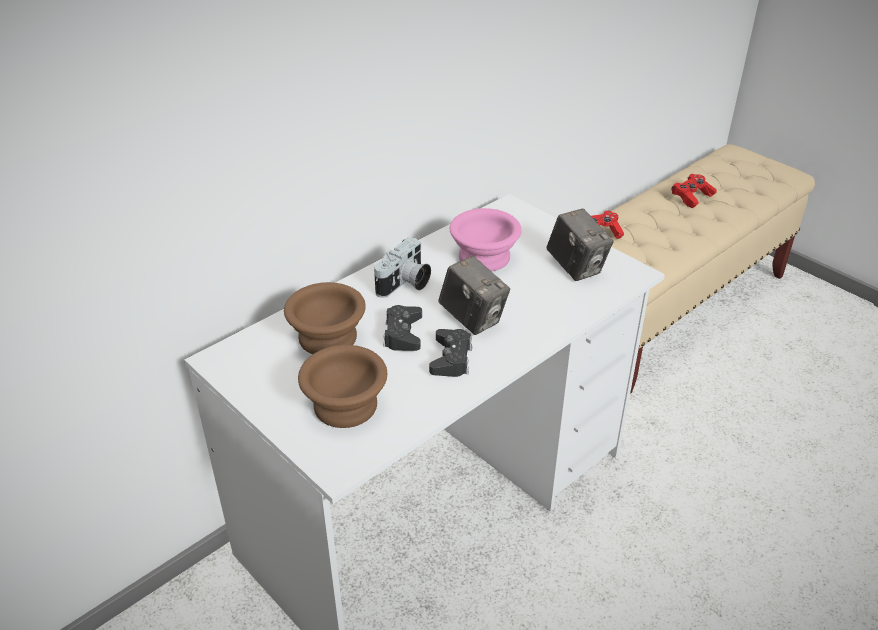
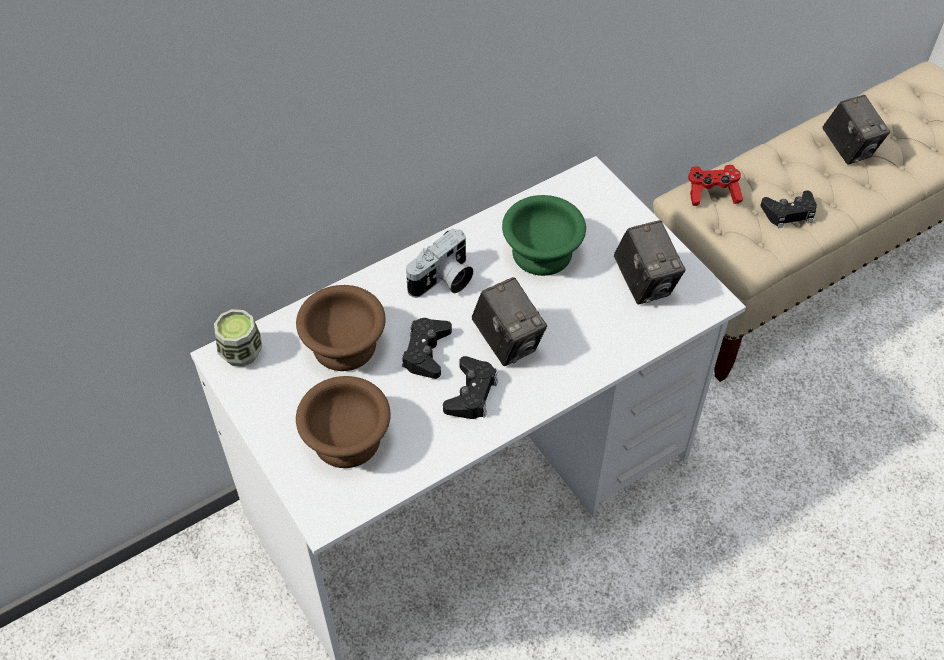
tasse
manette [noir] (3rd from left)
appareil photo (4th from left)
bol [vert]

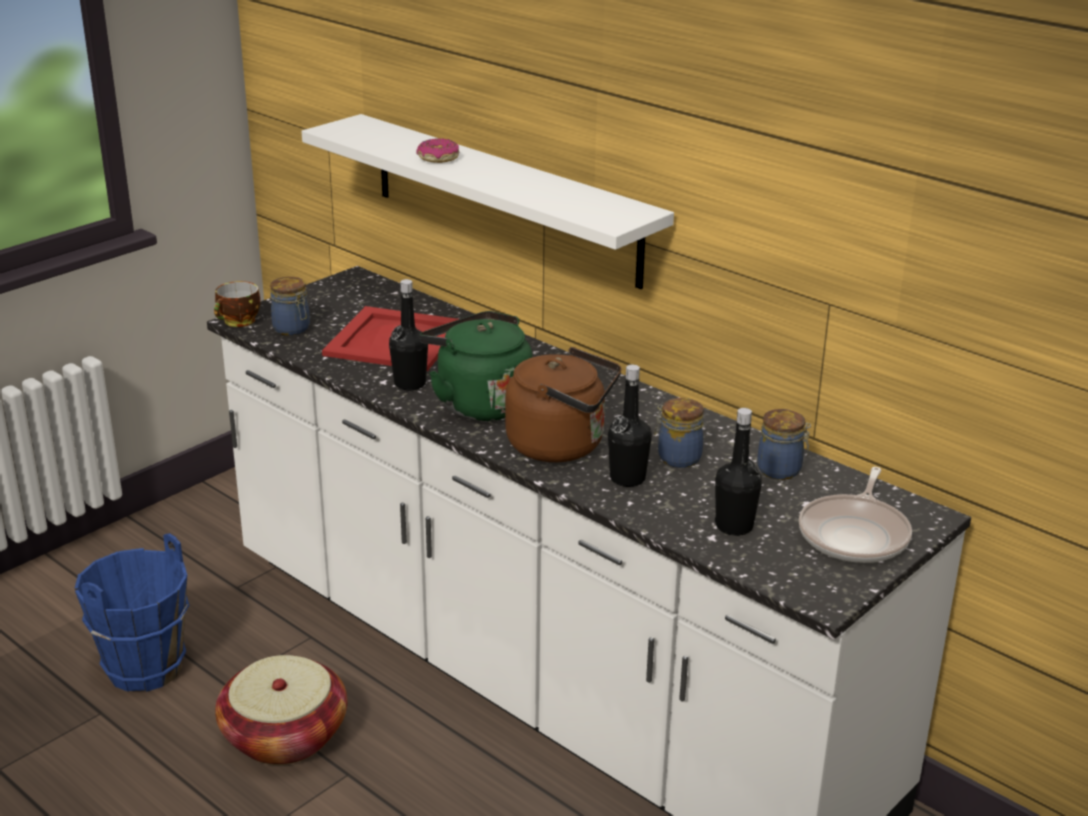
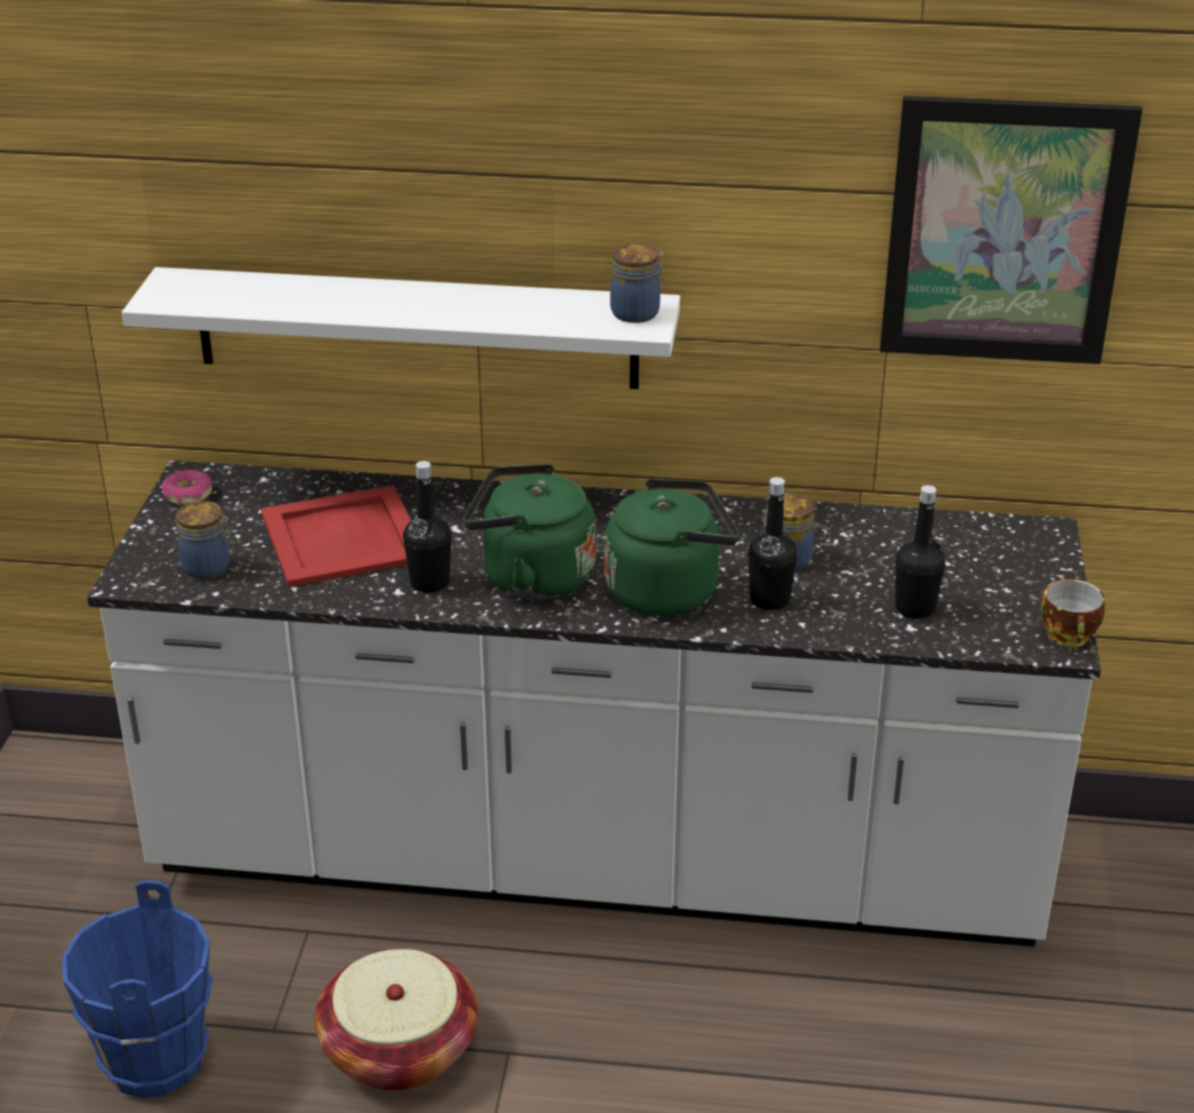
poêle
tableau
tasse
beignet
bocal (2nd from left)
bouilloire [vert] (2nd from left)

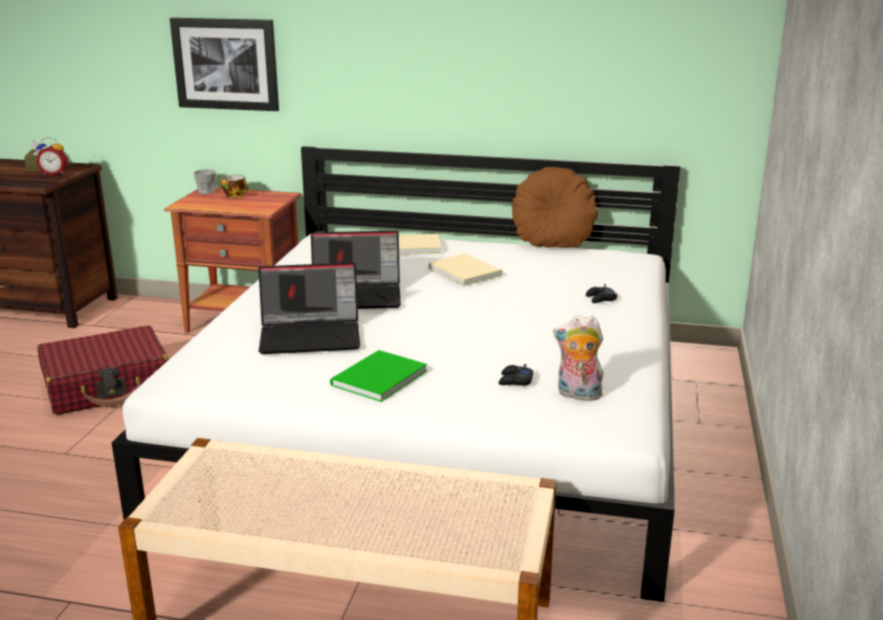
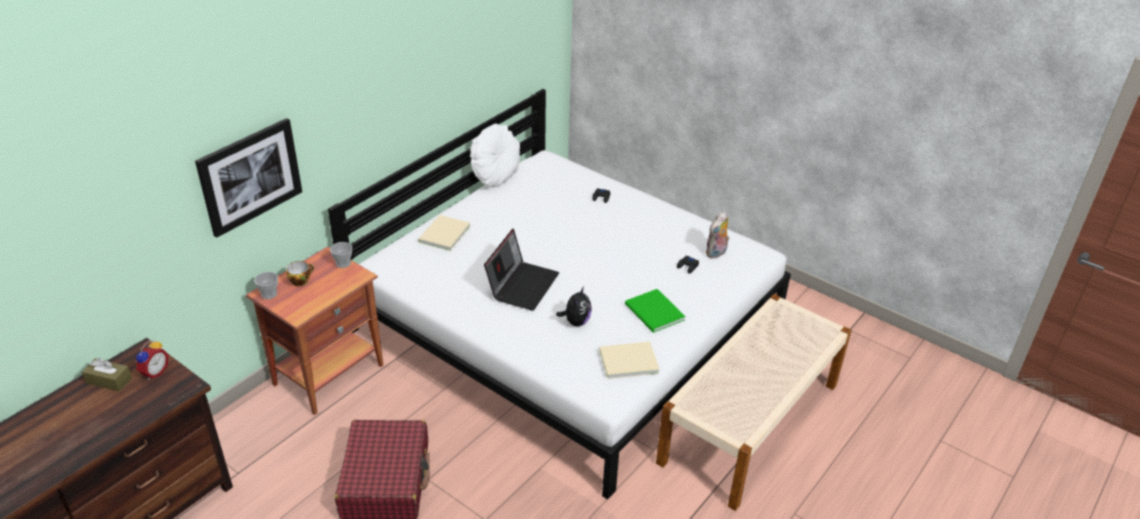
tasse (3rd from left)
livre [beige] (2nd from left)
peluche (1st from left)
coussin [blanc]

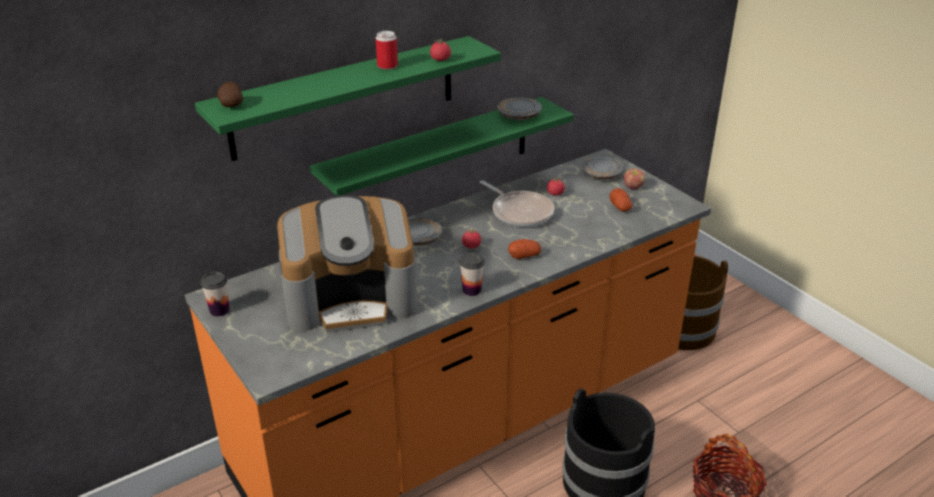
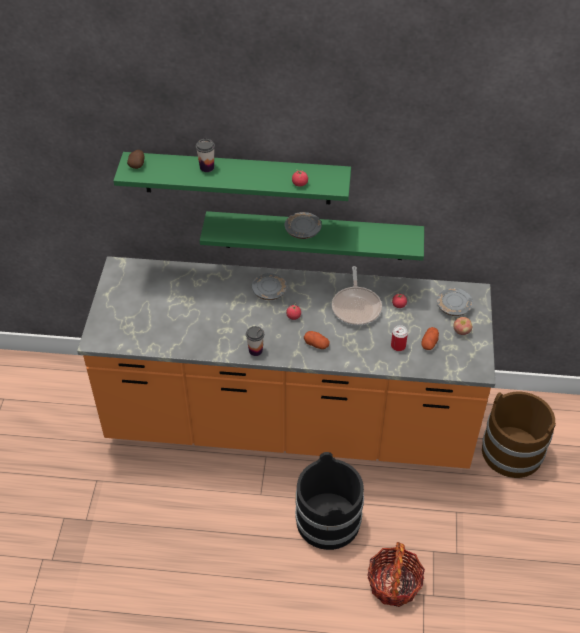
machine à café
tasse (1st from left)
boîte métallique
assiette [gris] (2nd from left)

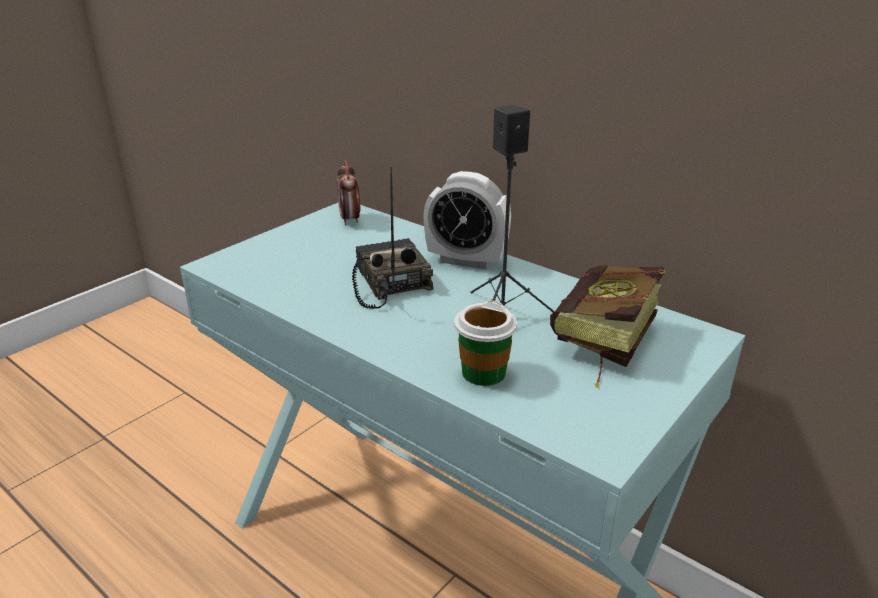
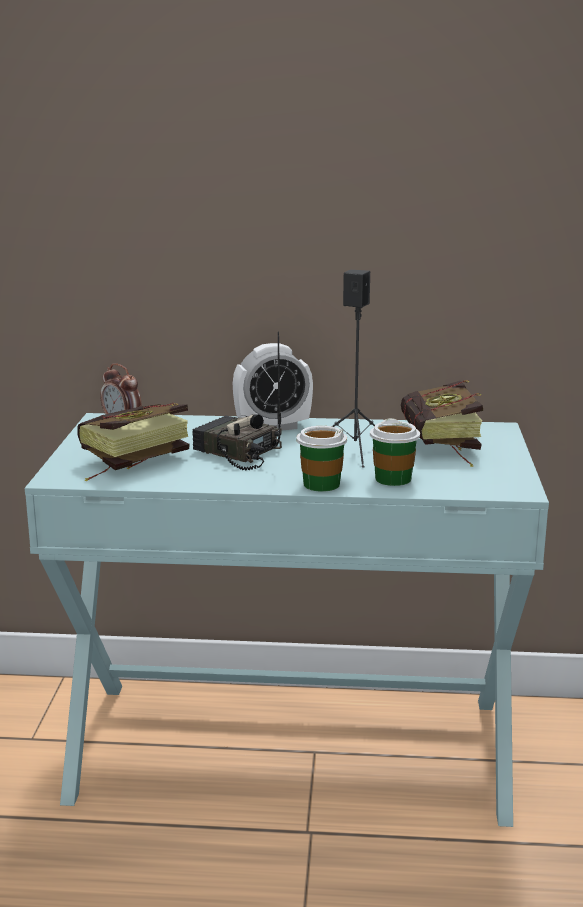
livre (1st from left)
tasse (1st from left)

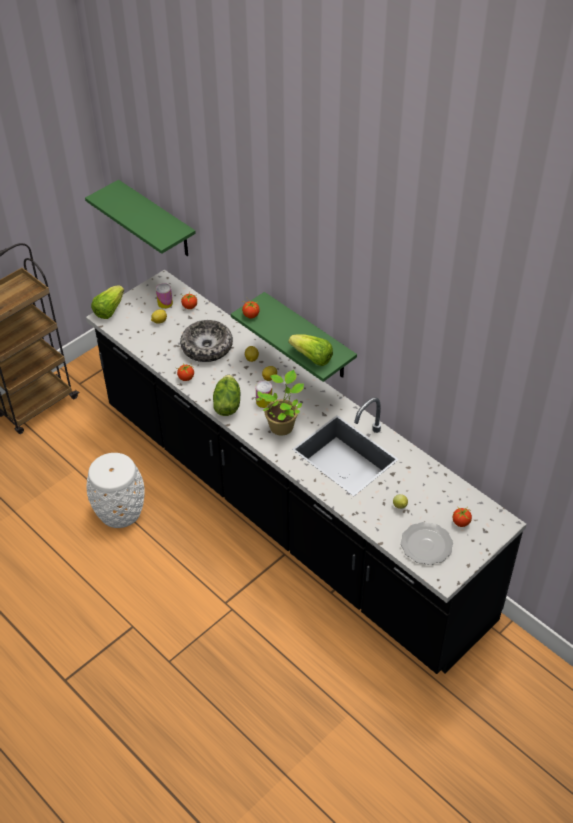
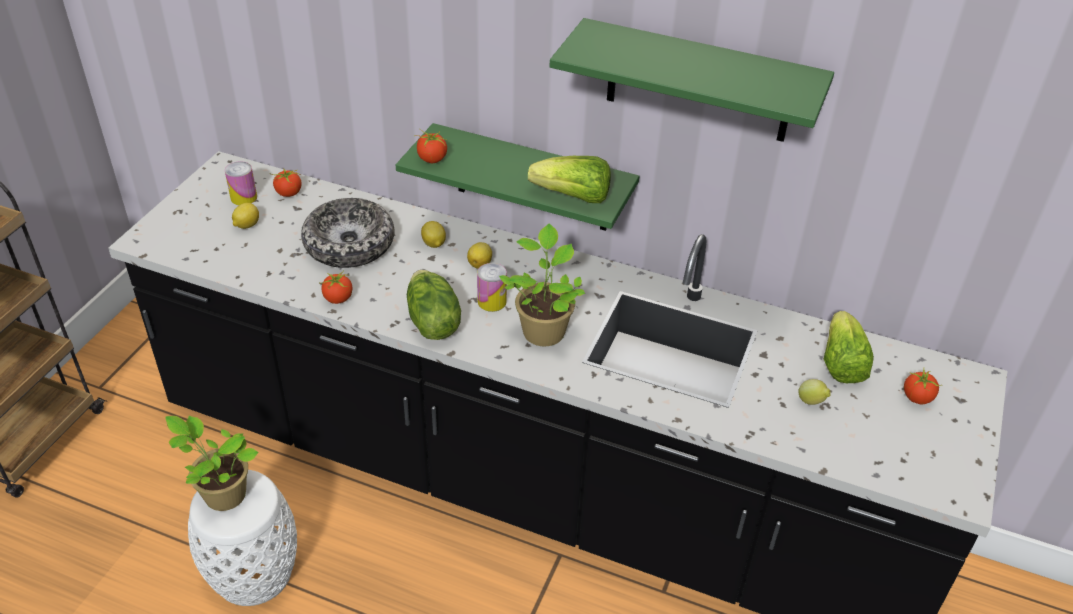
assiette
plante en pot (1st from left)
étagère [vert] (2nd from left)
laitue (3rd from left)

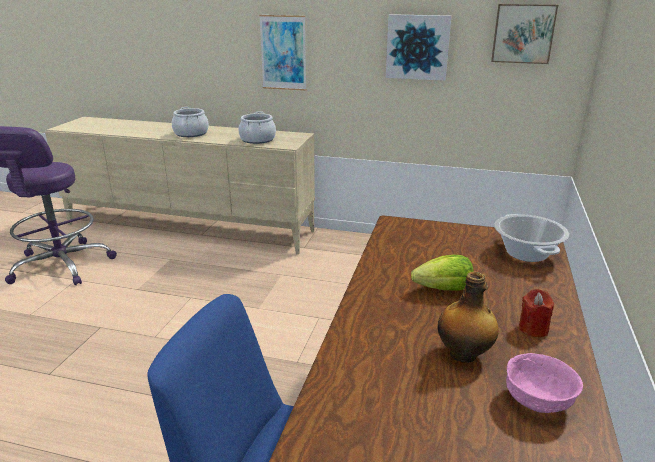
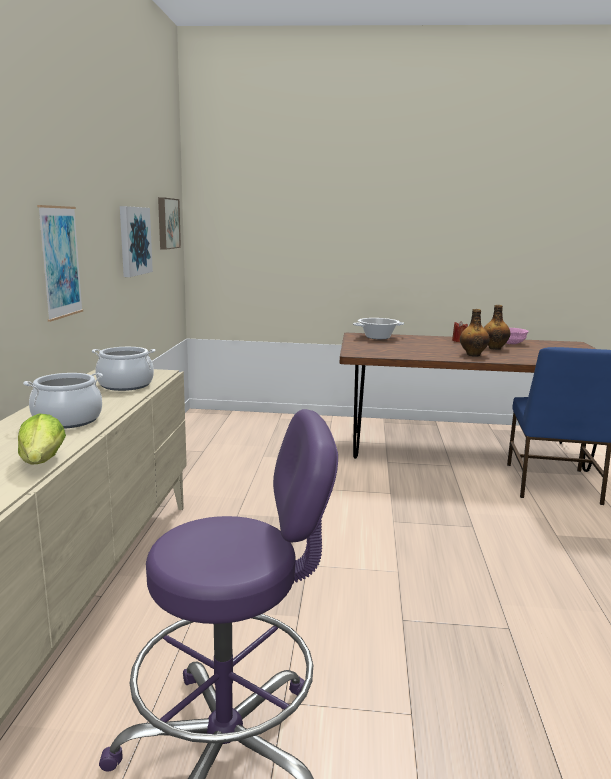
bouteille (1st from left)
laitue

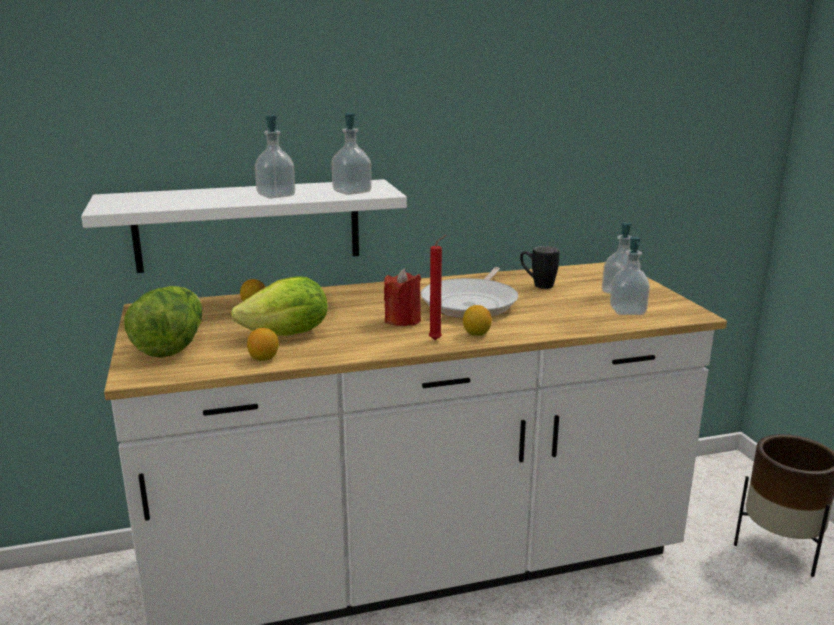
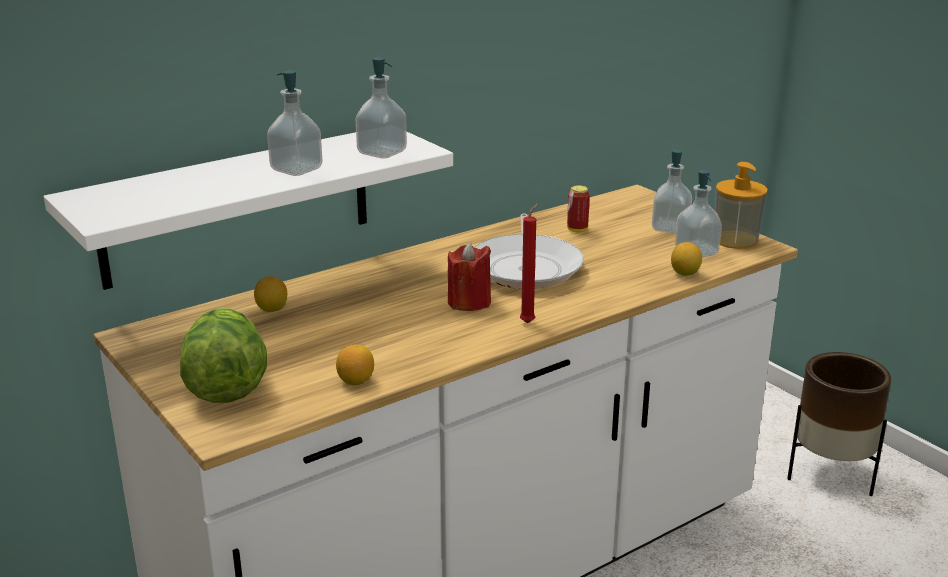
laitue (2nd from left in the first image)
distributeur de savon (5th from left)
citron (3rd from left)
boîte métallique

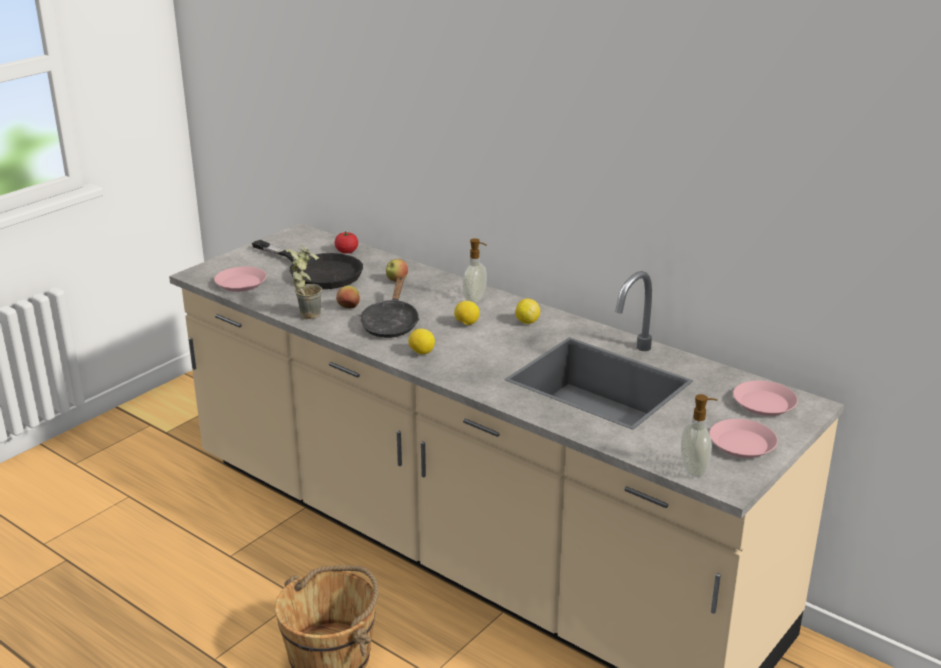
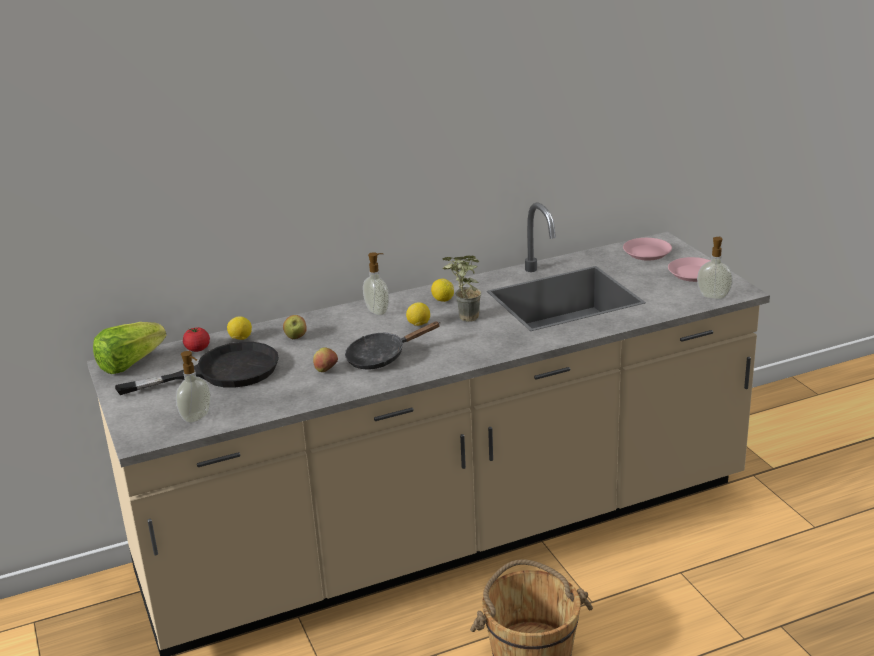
laitue
plante en pot
citron (1st from left)
distributeur de savon (1st from left)
poêle [noir] (2nd from left)

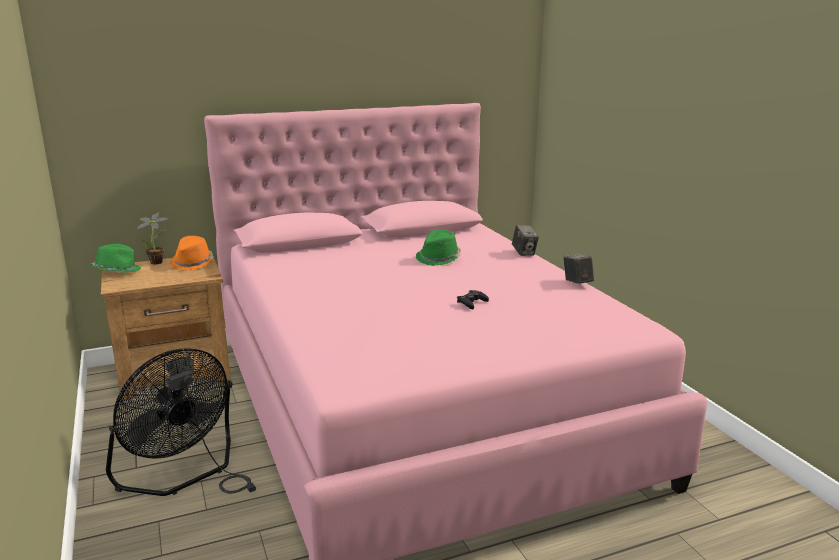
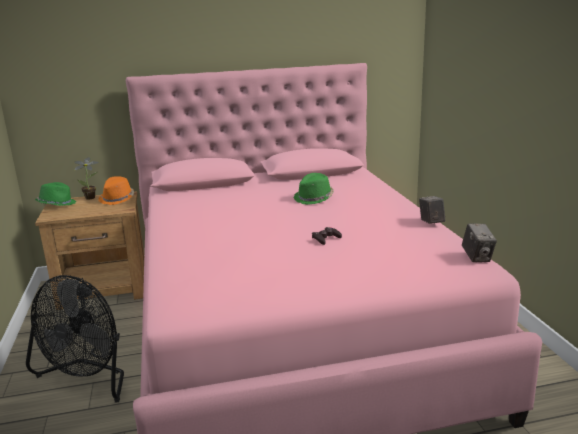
appareil photo (2nd from left)
ventilateur [noir]

